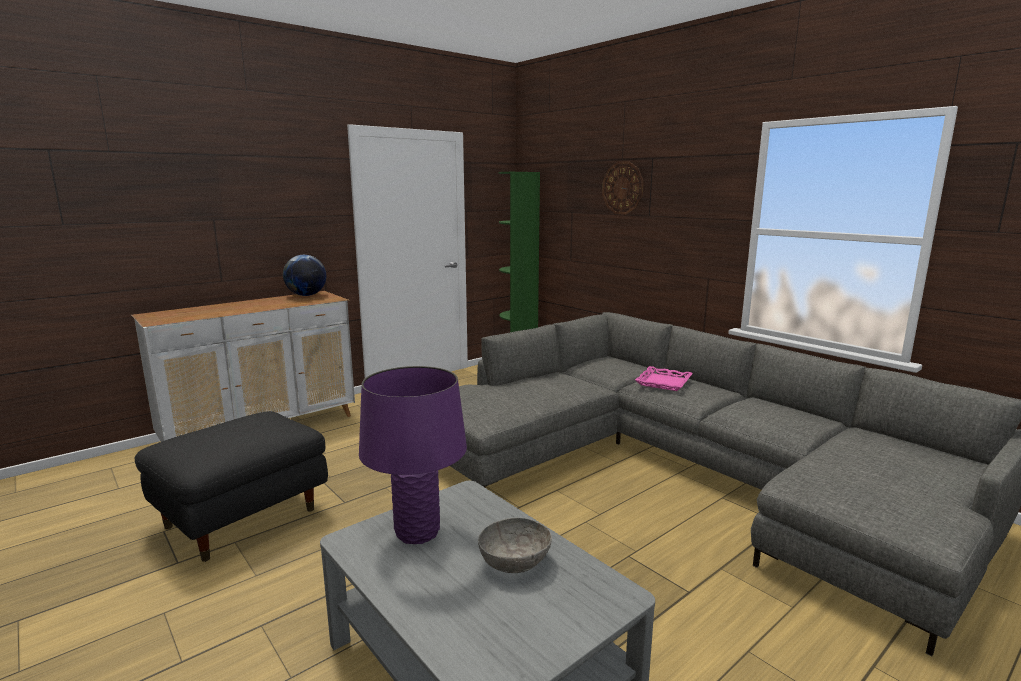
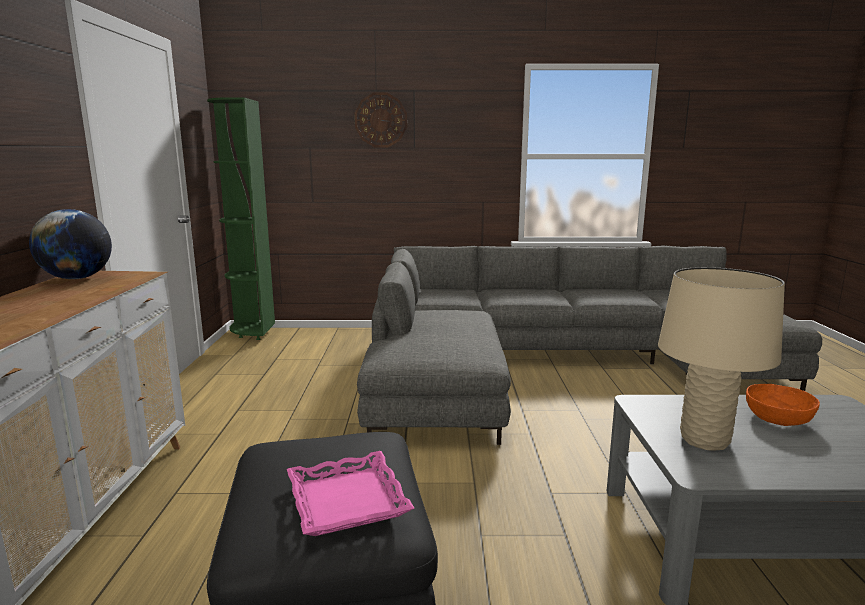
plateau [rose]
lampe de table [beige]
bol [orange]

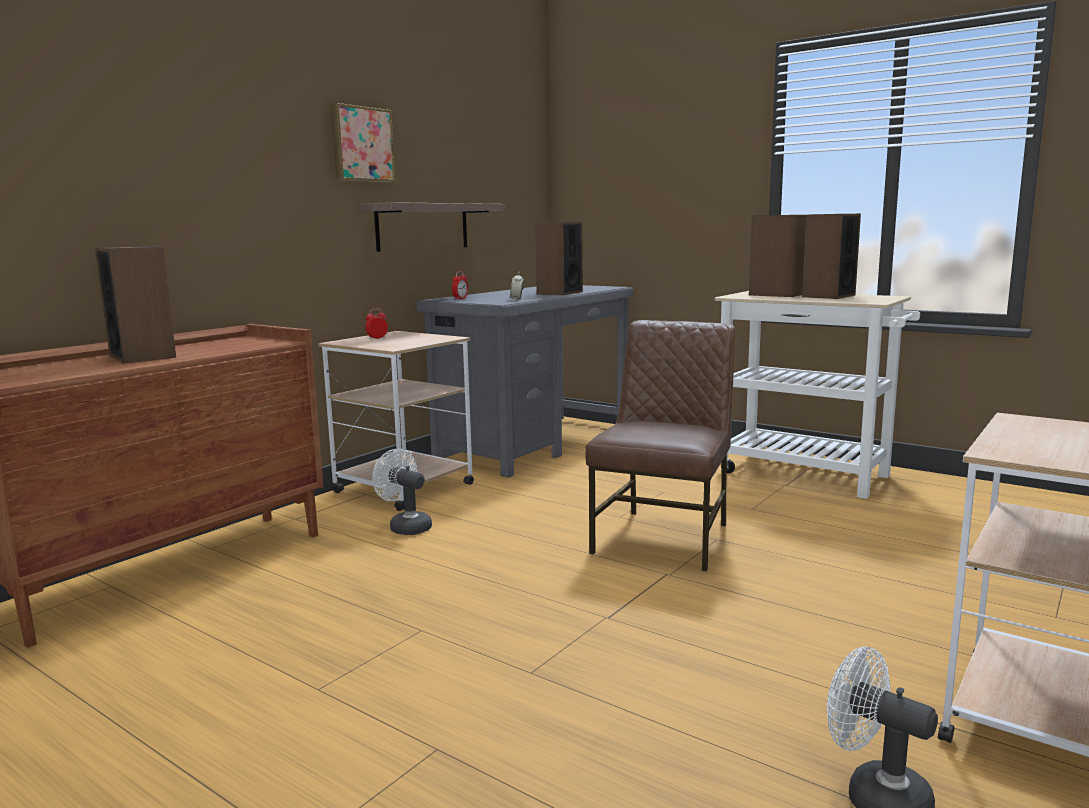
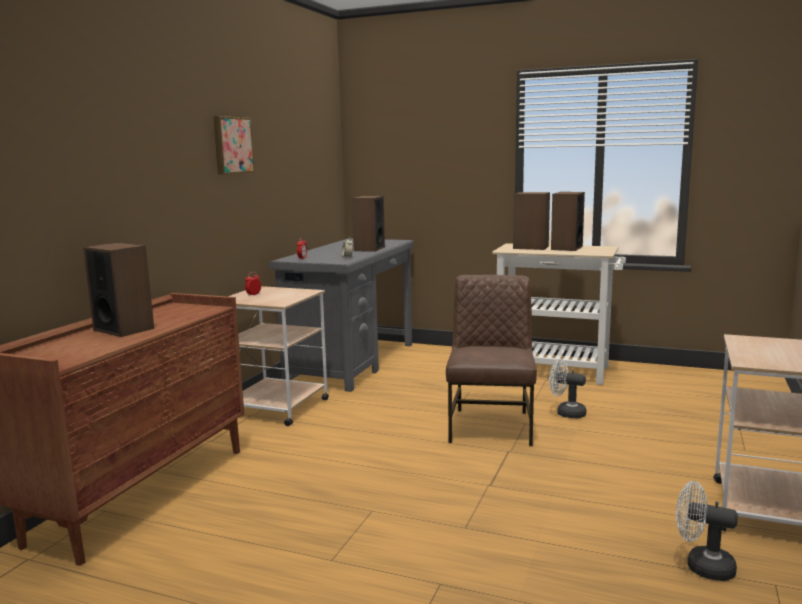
étagère
ventilateur [blanc] (1st from left)

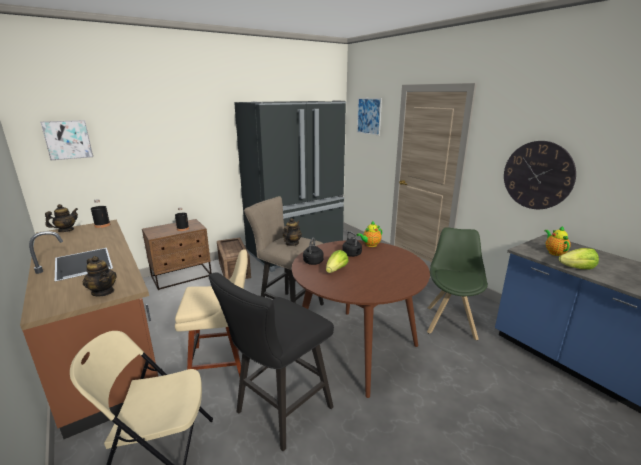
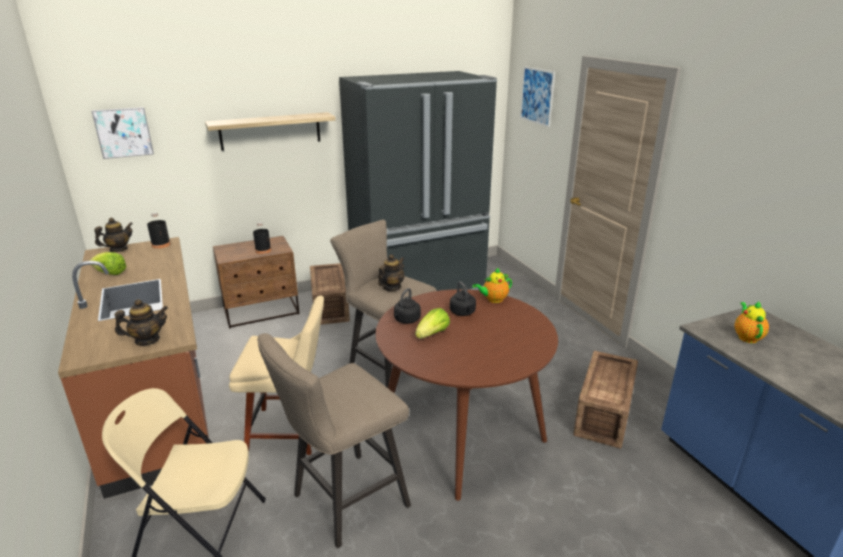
horloge murale
étagère
laitue (1st from left)
caisse (2nd from left)
tabouret [beige] (1st from left)
théière (2nd from left)

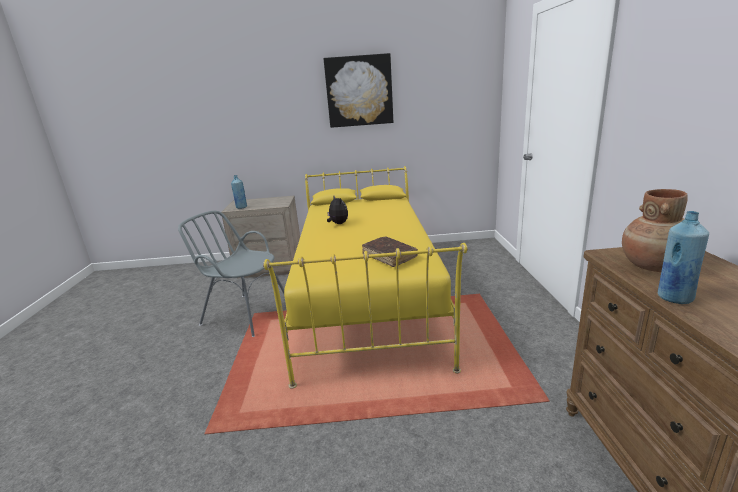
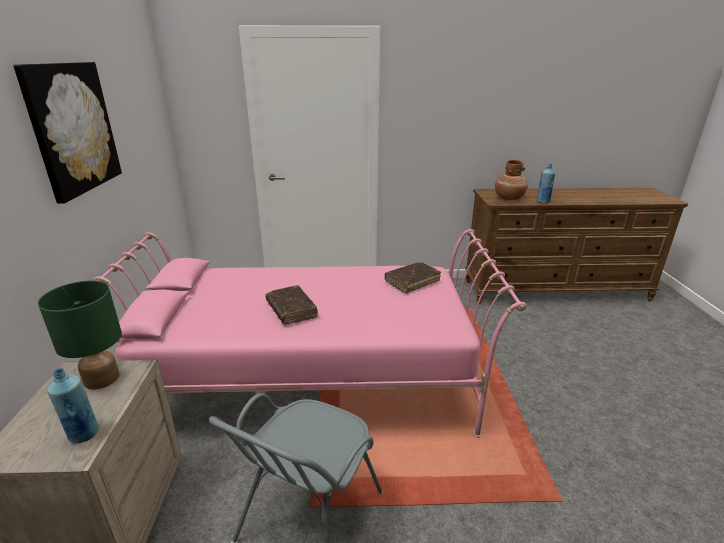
lampe de table [vert]
livre [marron] (1st from left)
lit [rose]

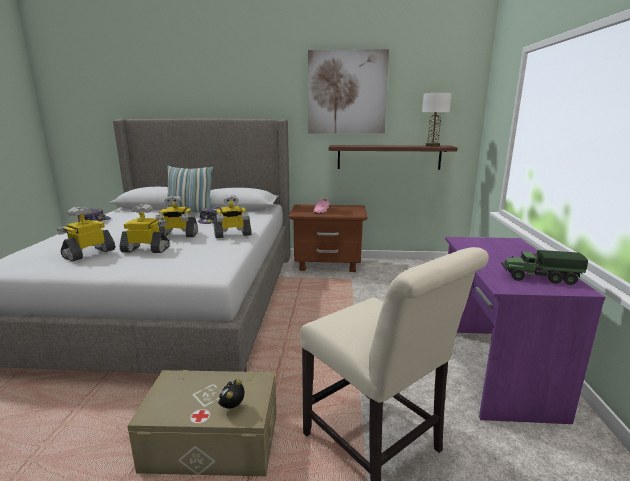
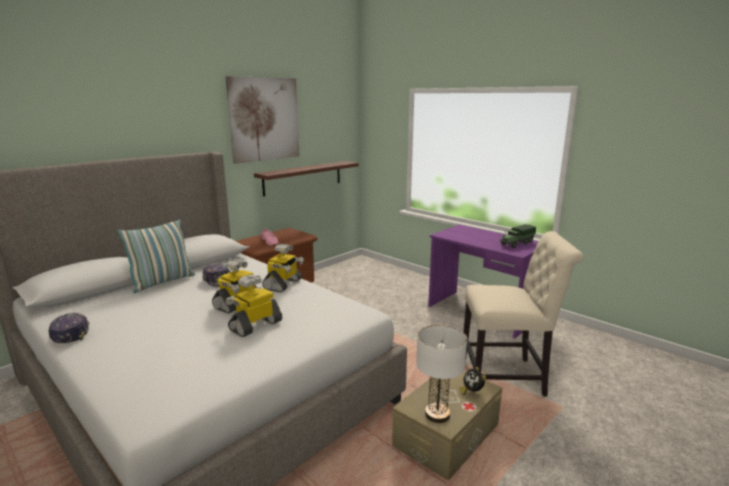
robot jouet (1st from left in the first image)
lampe de table

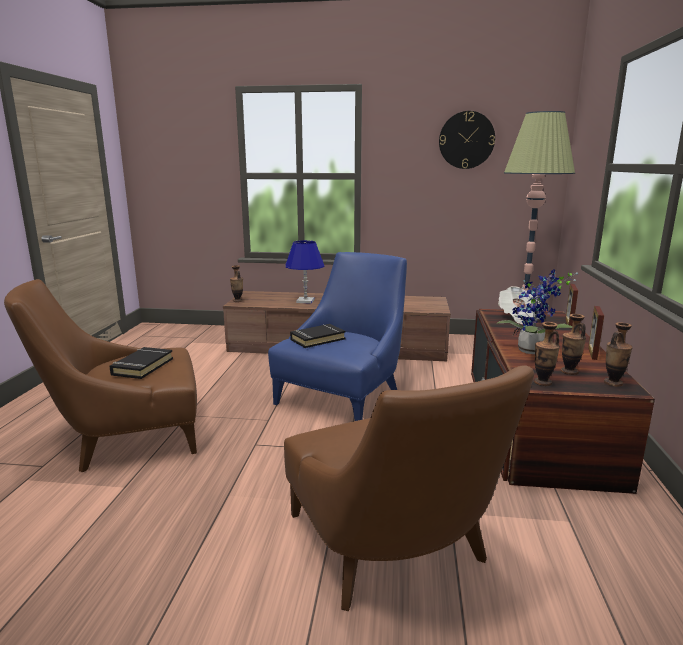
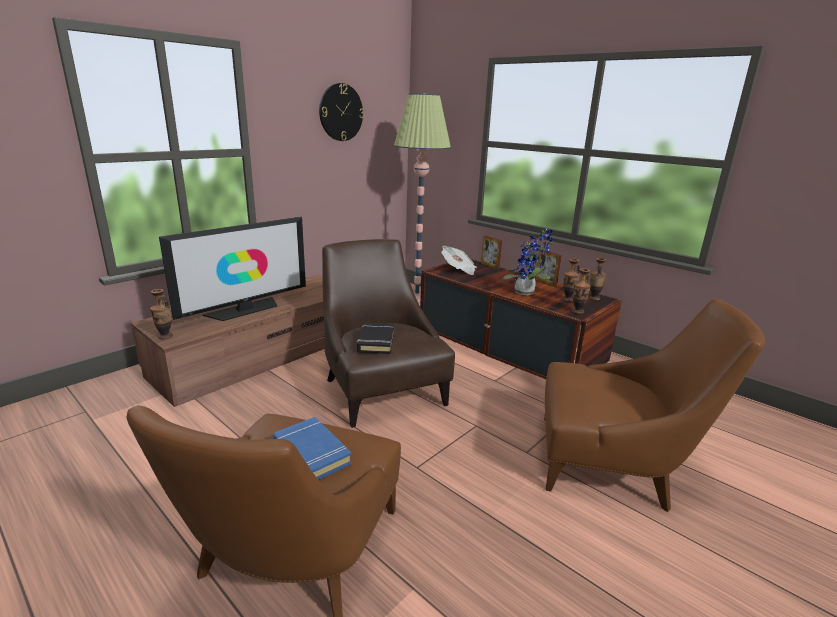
téléviseur
livre [bleu]
fauteuil [marron] (2nd from left)

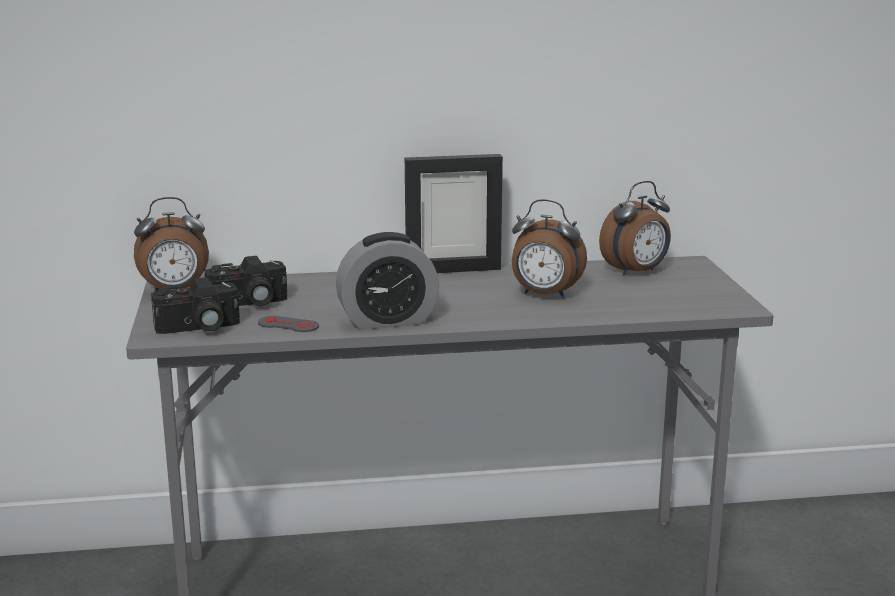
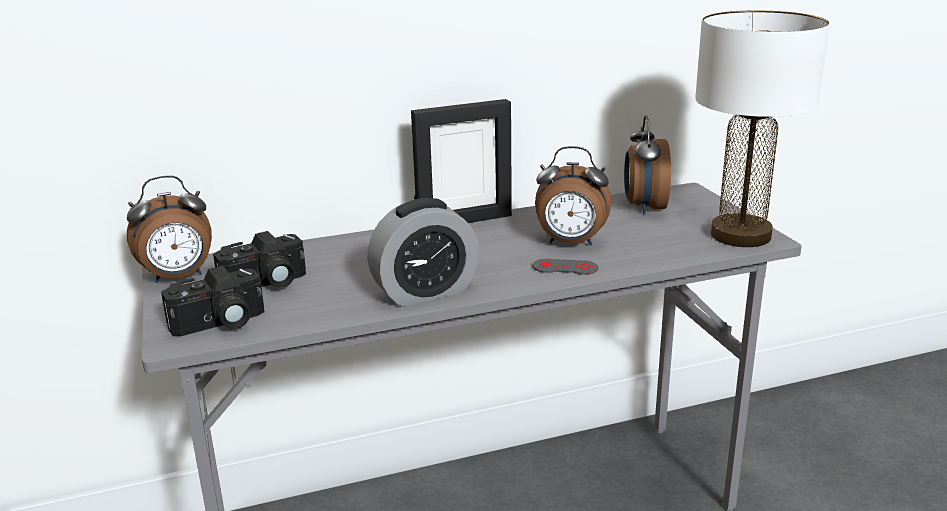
lampe de table
manette [gris]
réveil (4th from left)

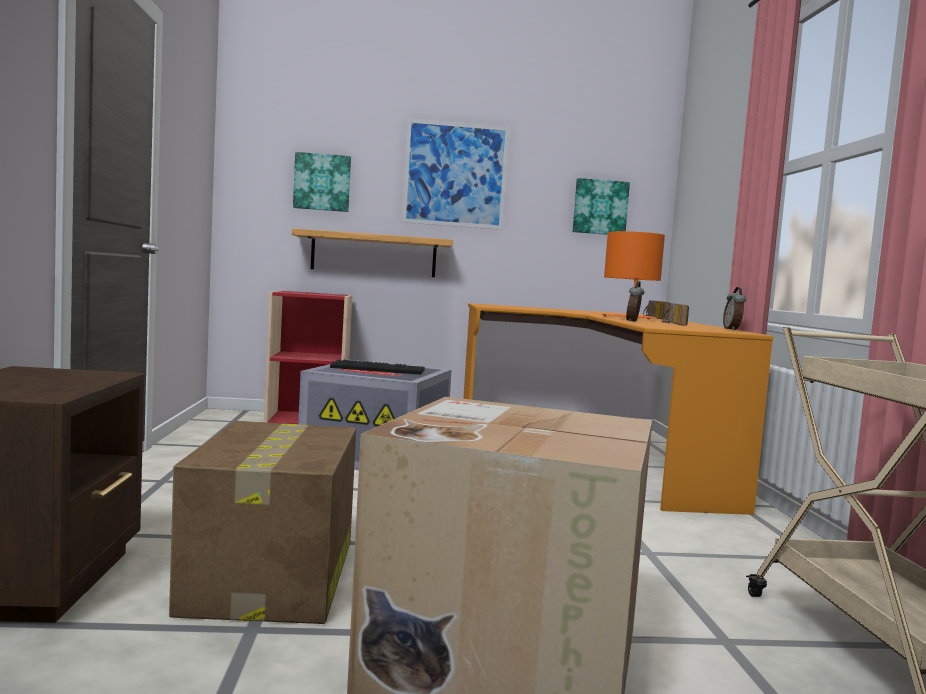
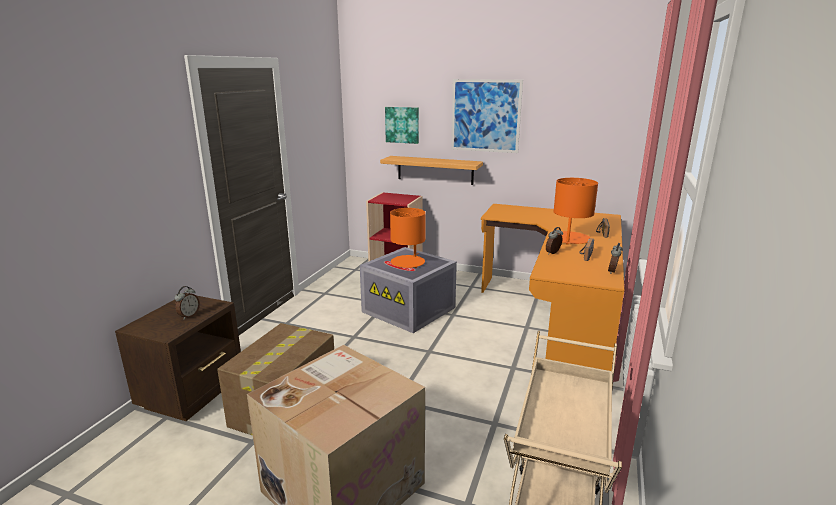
tableau (3rd from left in the first image)
réveil (1st from left)
lampe de table [orange] (1st from left)

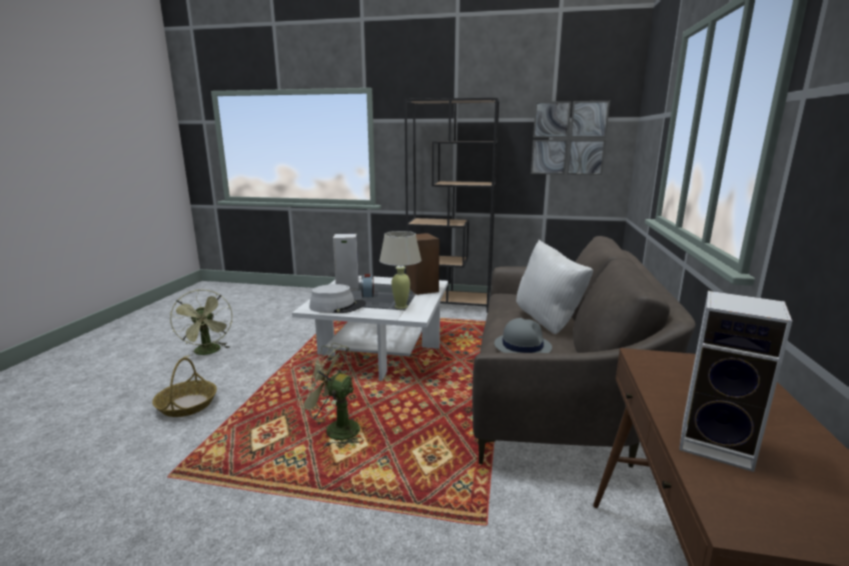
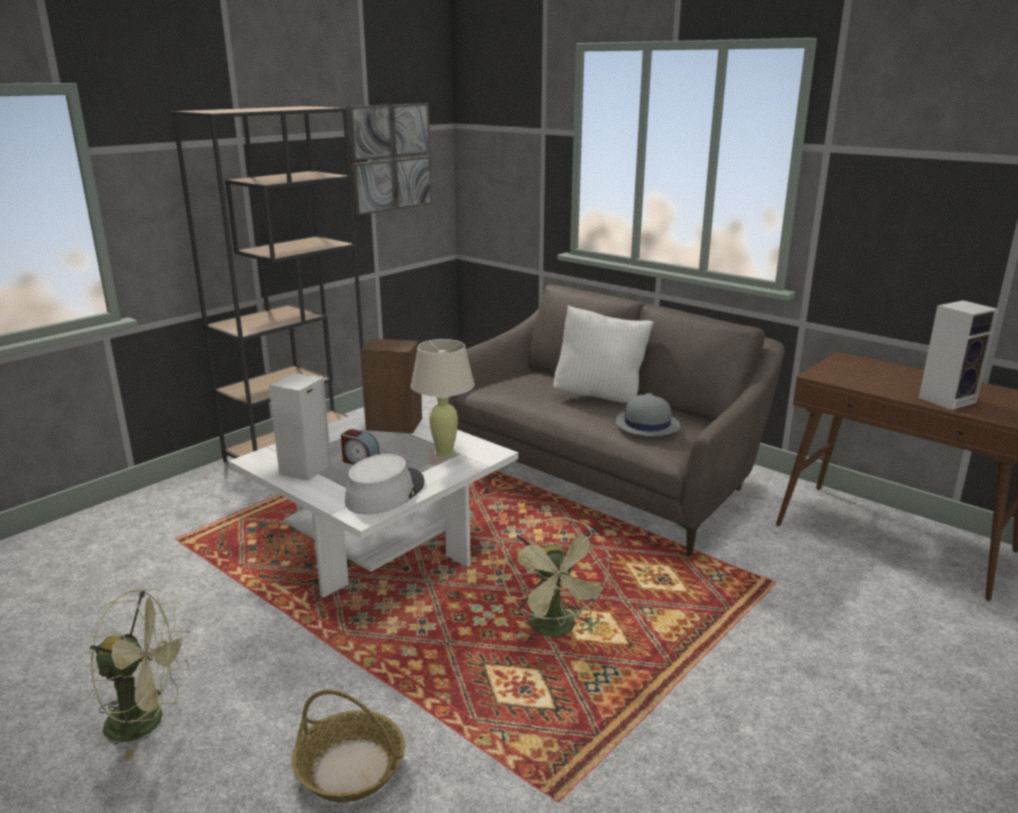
ventilateur [vert] (2nd from left)

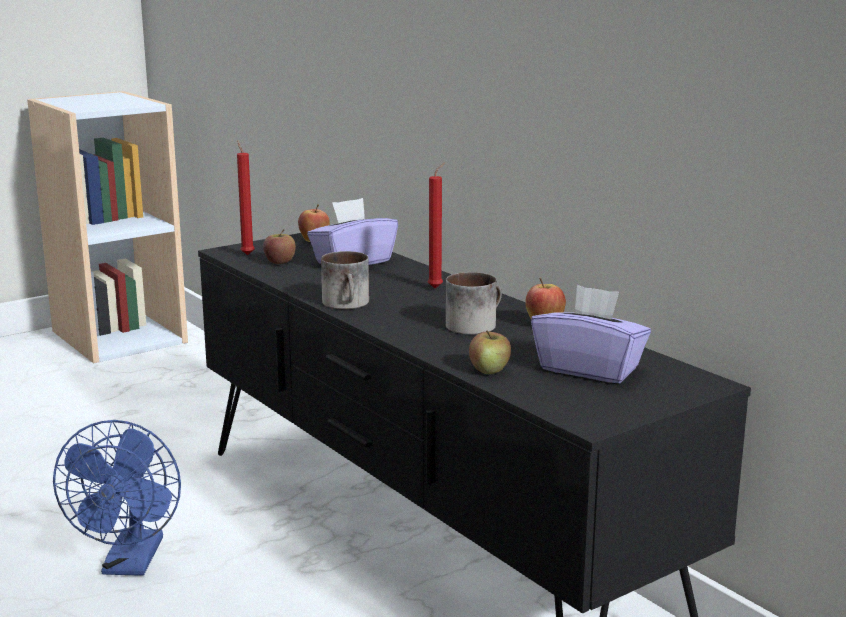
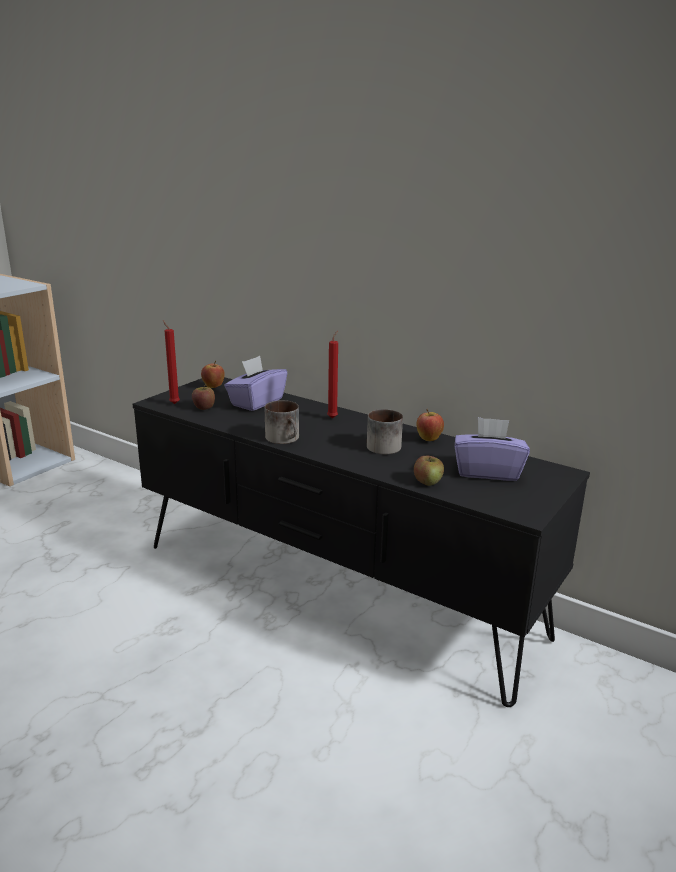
ventilateur [bleu]

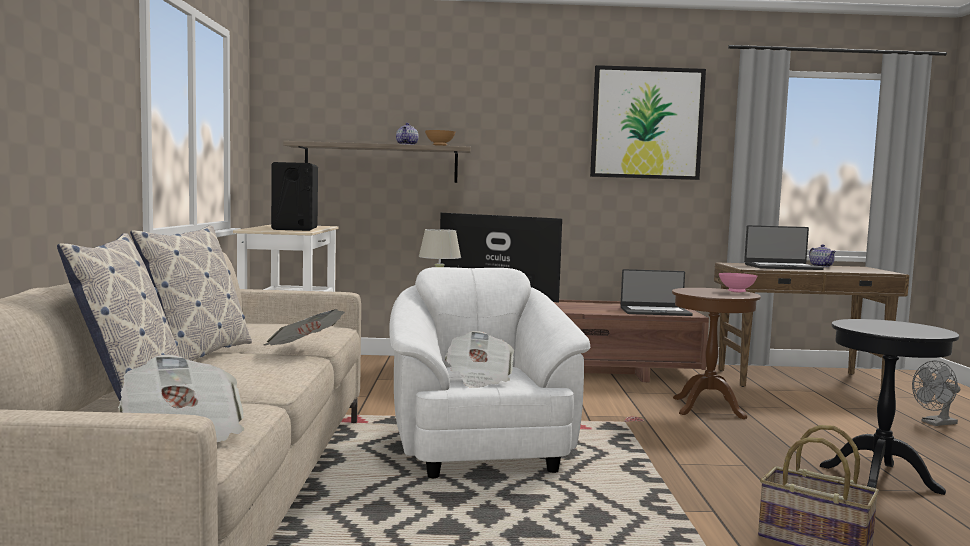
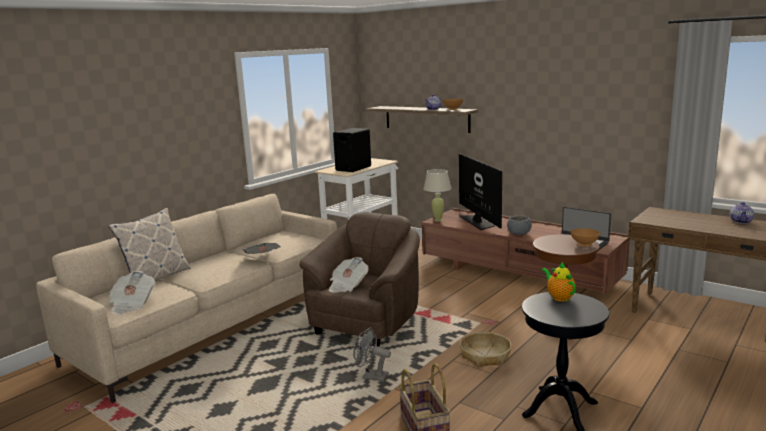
coussin (2nd from left in the first image)
tableau
ordinateur portable (2nd from left in the first image)
panier (2nd from left)
bol [gris]
théière (2nd from left)
ventilateur [gris]
fauteuil [marron]
bol [marron] (2nd from left)

